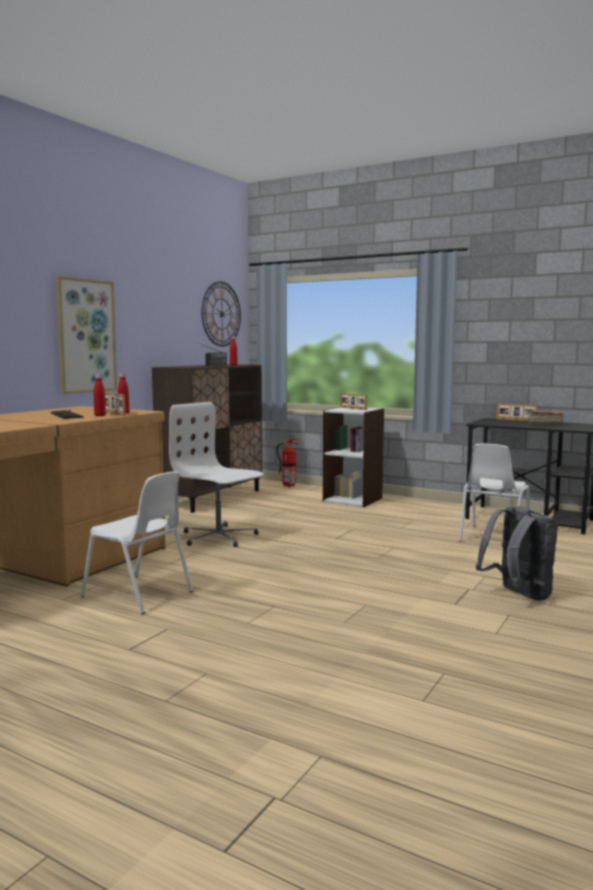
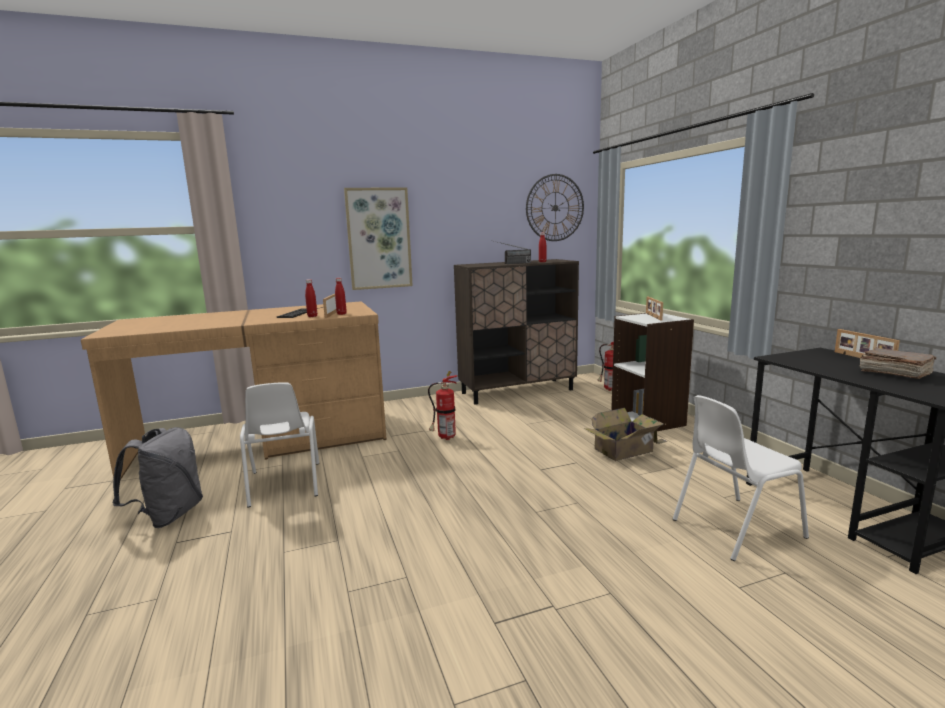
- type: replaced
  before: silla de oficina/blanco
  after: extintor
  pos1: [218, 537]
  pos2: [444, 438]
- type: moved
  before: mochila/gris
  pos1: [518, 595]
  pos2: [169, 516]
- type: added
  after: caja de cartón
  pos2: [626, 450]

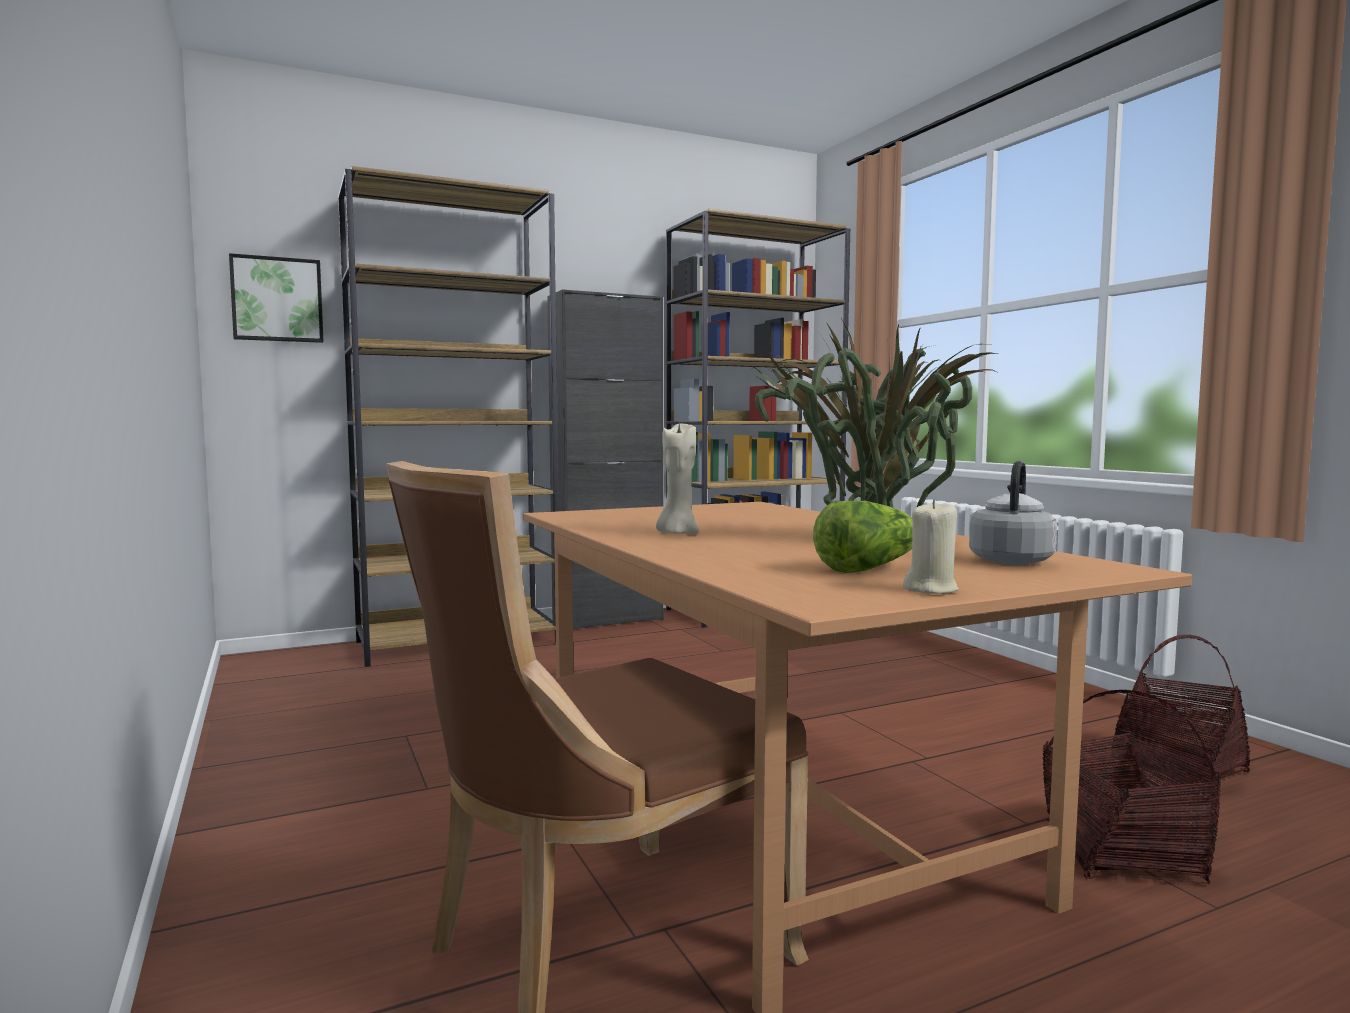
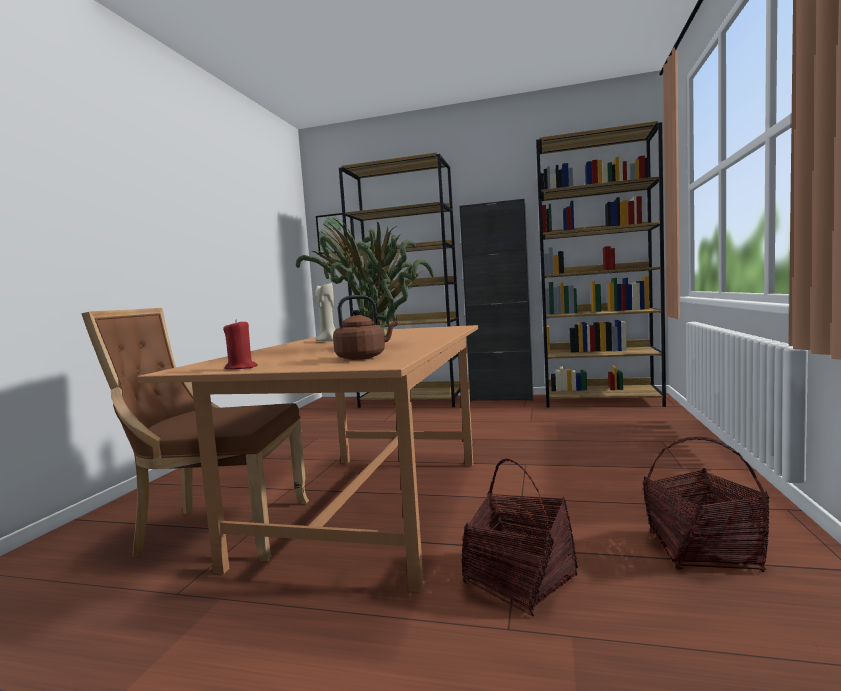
- type: recoloured
  before: hervidor/gris
  after: hervidor/marrón
  pos1: [1011, 560]
  pos2: [363, 357]
- type: recoloured
  before: vela/beis
  after: vela/rojo
  pos1: [931, 589]
  pos2: [241, 368]
- type: removed
  before: lechuga
  pos1: [868, 569]

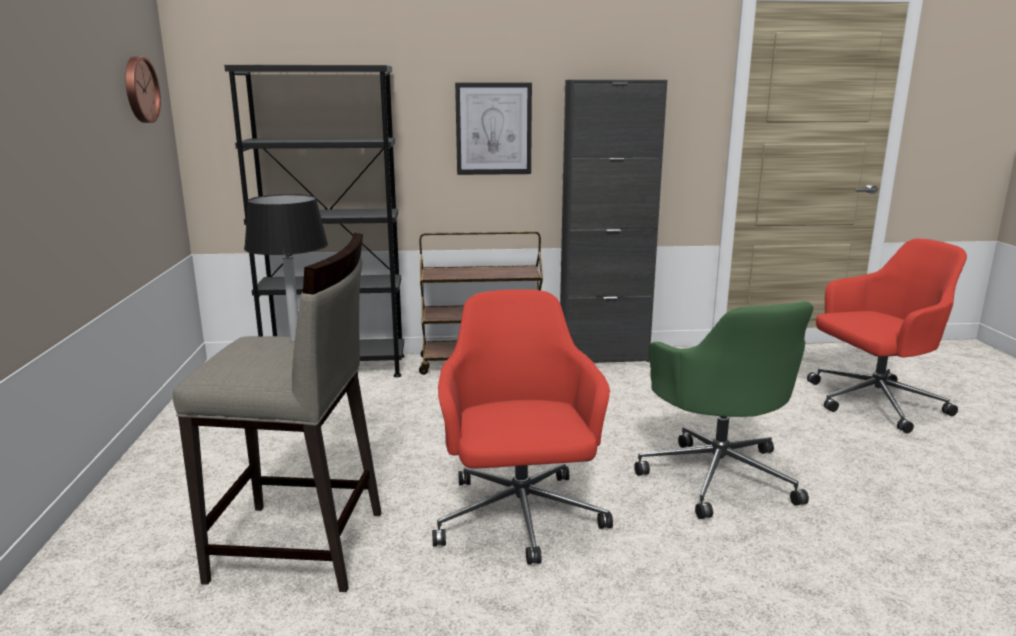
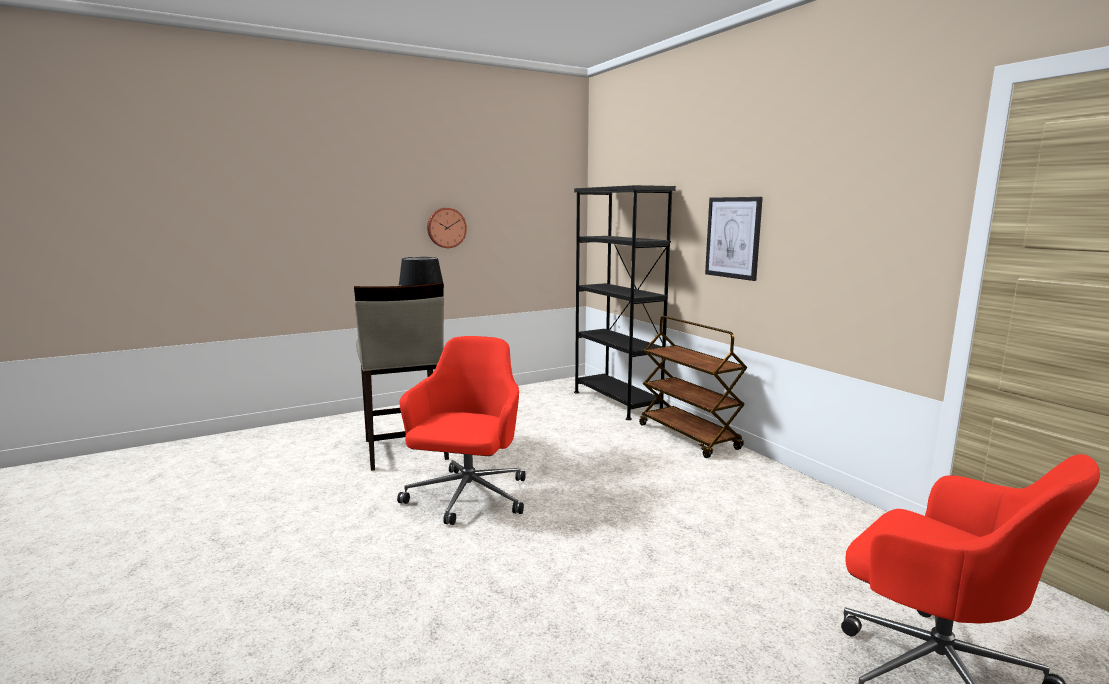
- type: moved
  before: reloj de pared
  pos1: [139, 89]
  pos2: [446, 227]
- type: removed
  before: armario/negro
  pos1: [603, 356]
- type: turned
  before: silla de oficina/rojo
  pos1: [519, 519]
  pos2: [467, 498]
  turn: -45
- type: removed
  before: silla de oficina/verde
  pos1: [717, 475]

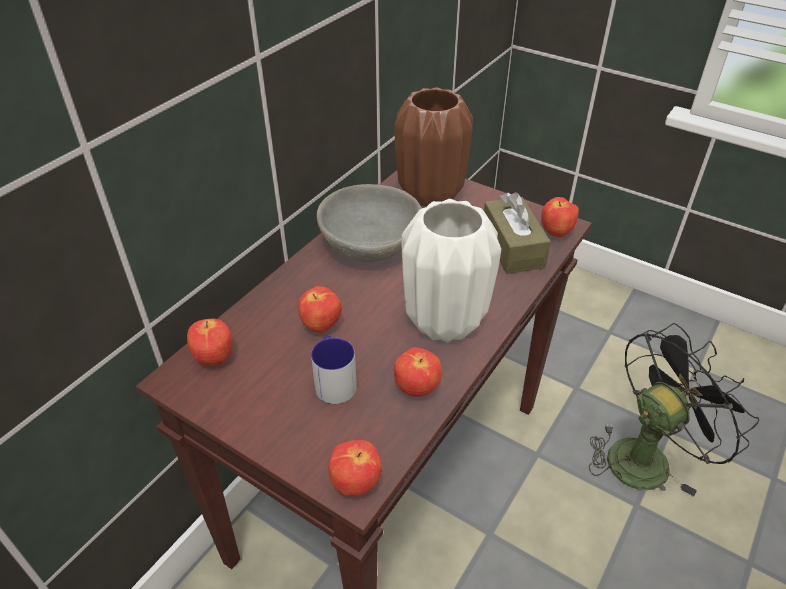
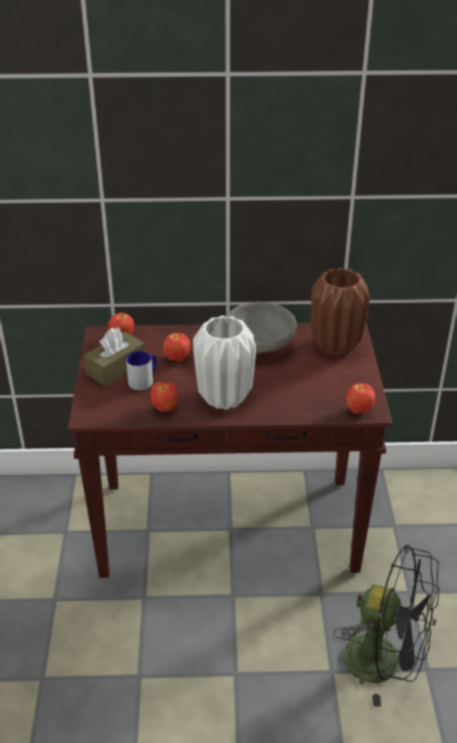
- type: moved
  before: caja de pañuelos/marrón
  pos1: [512, 247]
  pos2: [116, 368]
- type: removed
  before: manzana
  pos1: [356, 483]

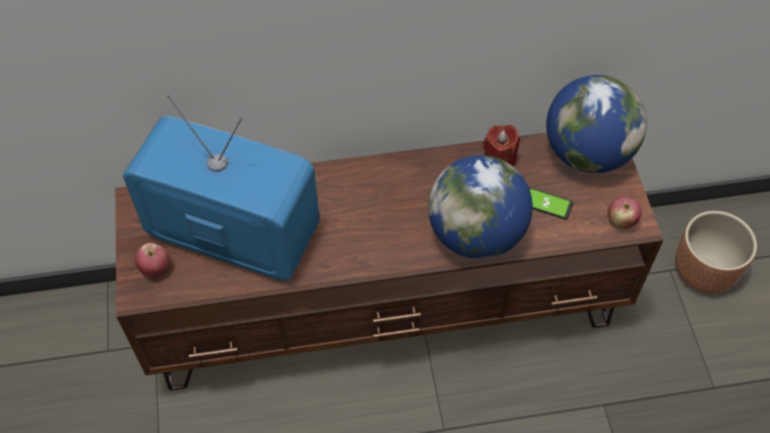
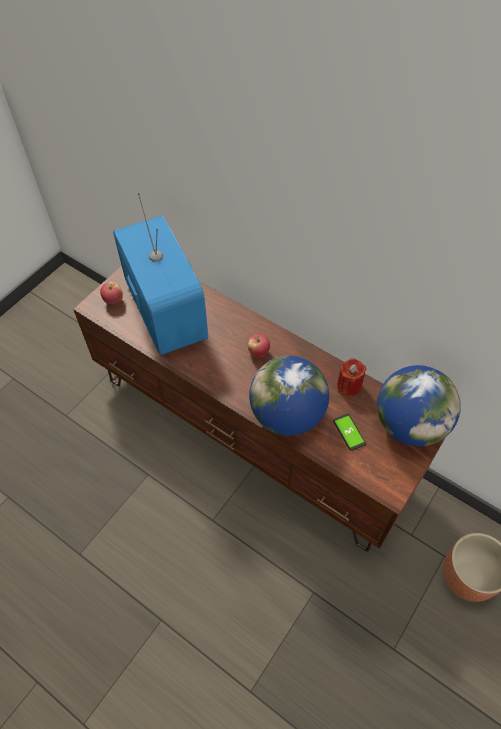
- type: moved
  before: manzana
  pos1: [620, 222]
  pos2: [258, 352]

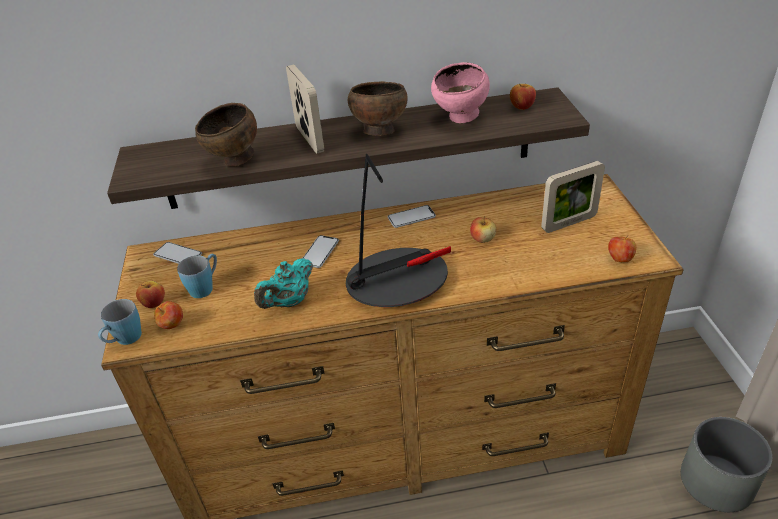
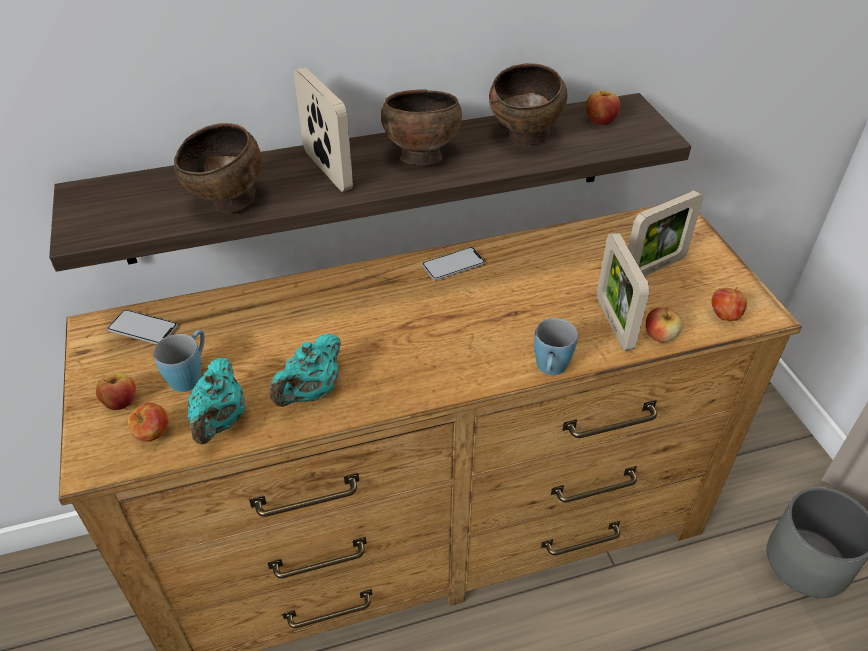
- type: recoloured
  before: cuenco/rosa
  after: cuenco/marrón
  pos1: [461, 119]
  pos2: [525, 139]
- type: removed
  before: lámpara de mesa
  pos1: [397, 280]
- type: moved
  before: manzana
  pos1: [482, 239]
  pos2: [660, 336]
- type: removed
  before: móvil
  pos1: [319, 252]
- type: moved
  before: taza grande/azul
  pos1: [125, 340]
  pos2: [550, 370]
- type: added
  after: portarretratos
  pos2: [614, 323]
- type: added
  after: tetera/turquesa
  pos2: [220, 421]

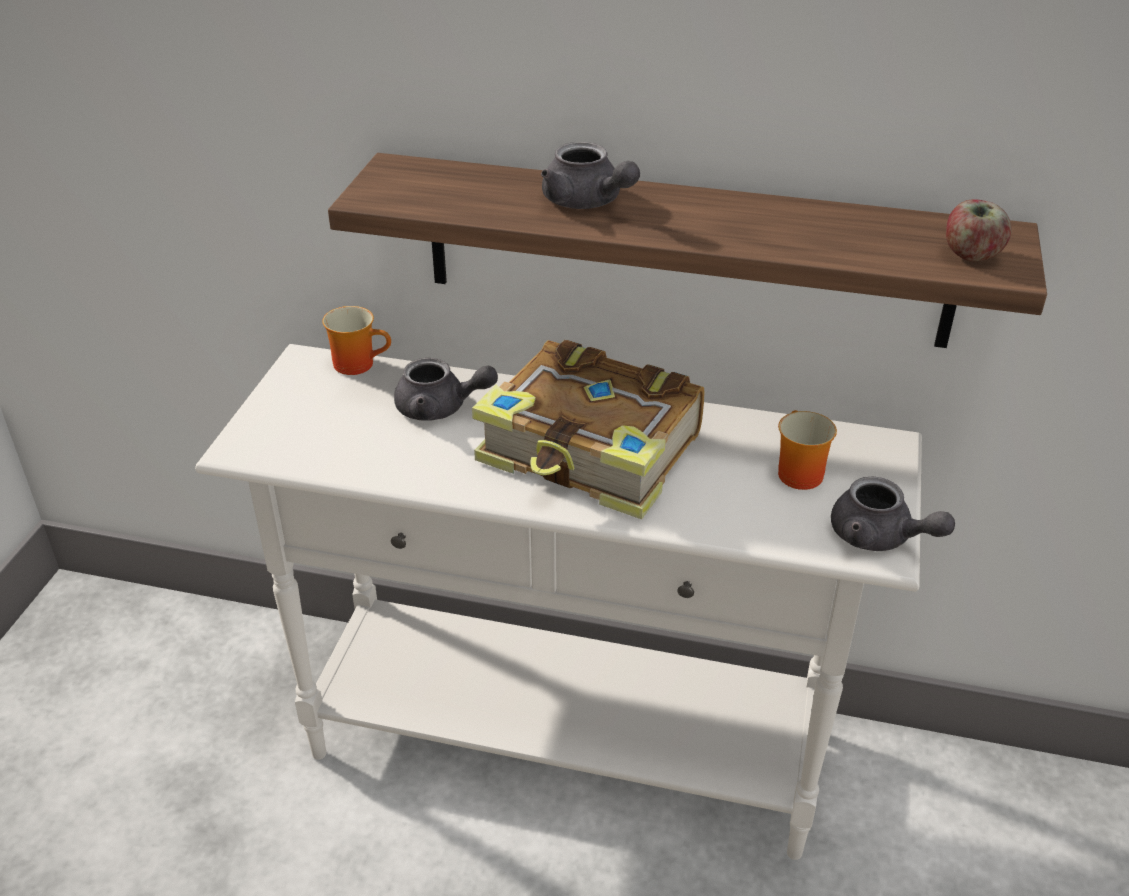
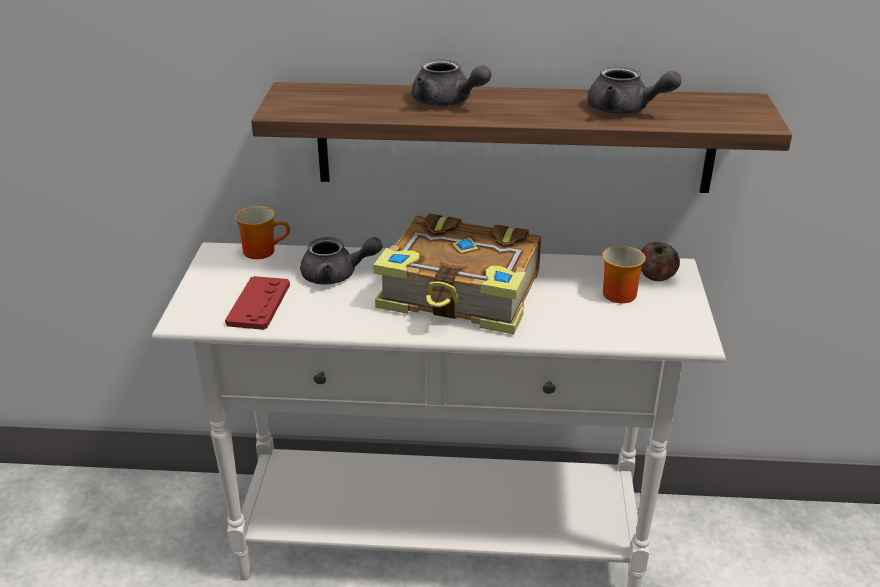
- type: moved
  before: manzana
  pos1: [971, 255]
  pos2: [656, 277]
- type: moved
  before: tetera/gris
  pos1: [879, 537]
  pos2: [625, 110]
- type: added
  after: mando de consola/rojo
  pos2: [258, 304]

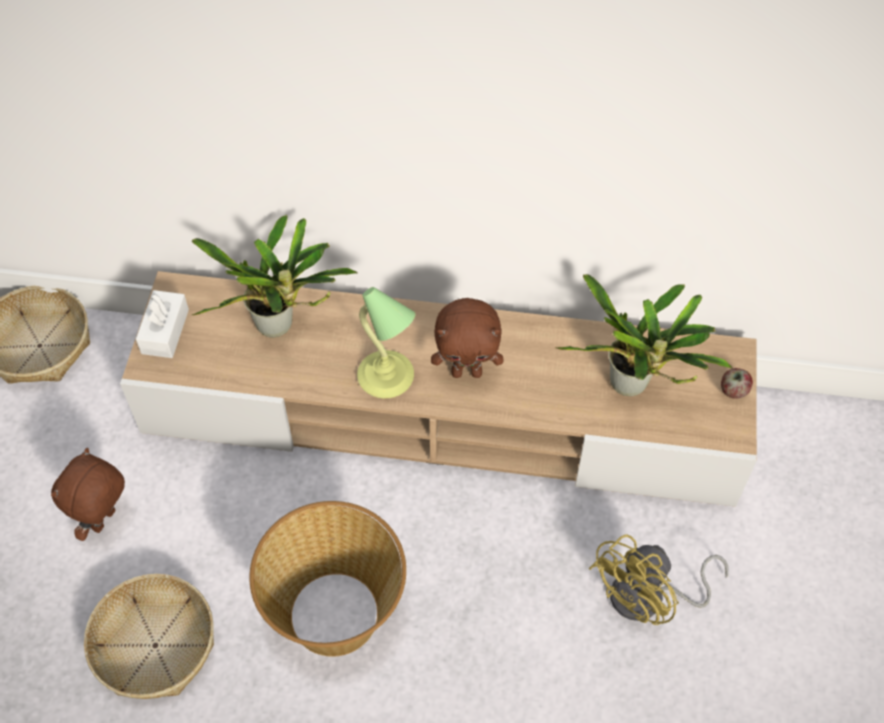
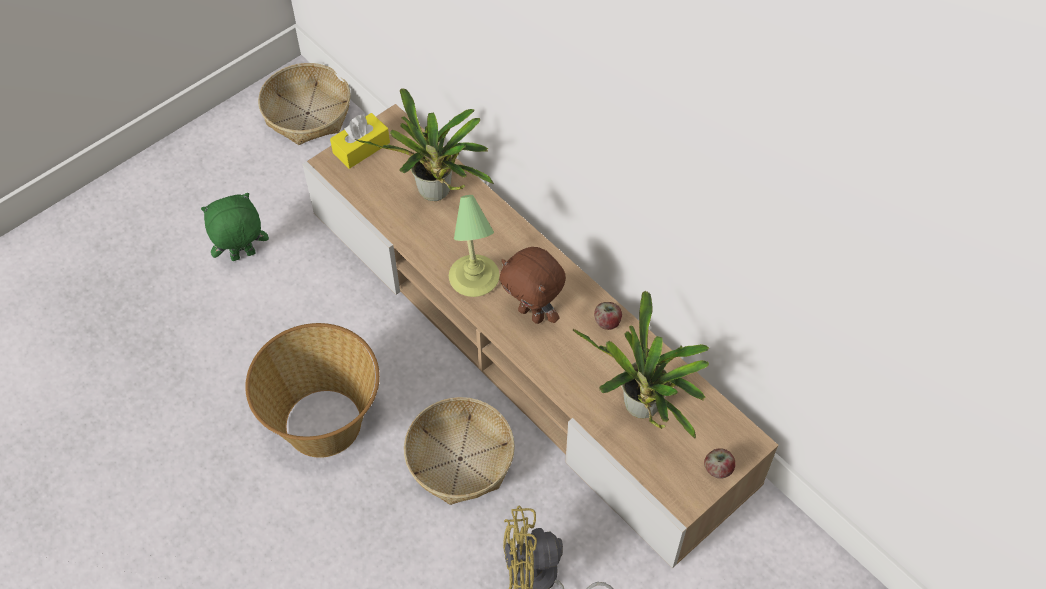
- type: recoloured
  before: caja de pañuelos/blanco
  after: caja de pañuelos/amarillo
  pos1: [165, 331]
  pos2: [361, 148]
- type: recoloured
  before: peluche/marrón
  after: peluche/verde
  pos1: [105, 521]
  pos2: [243, 256]
- type: moved
  before: cesta
  pos1: [155, 645]
  pos2: [460, 458]
- type: added
  after: manzana
  pos2: [607, 322]

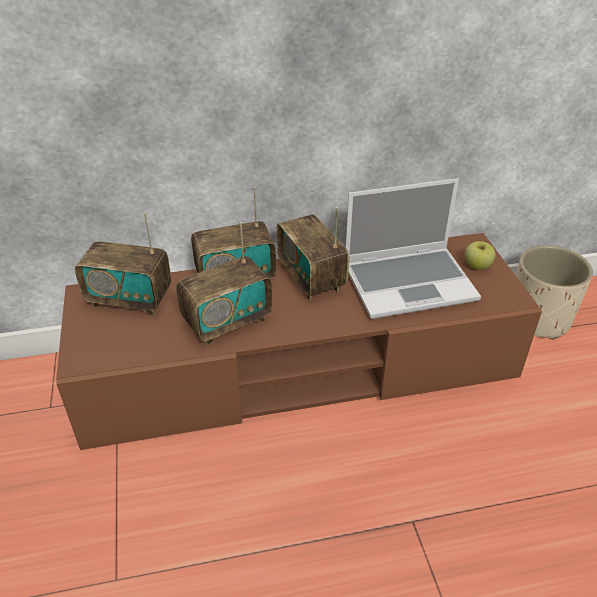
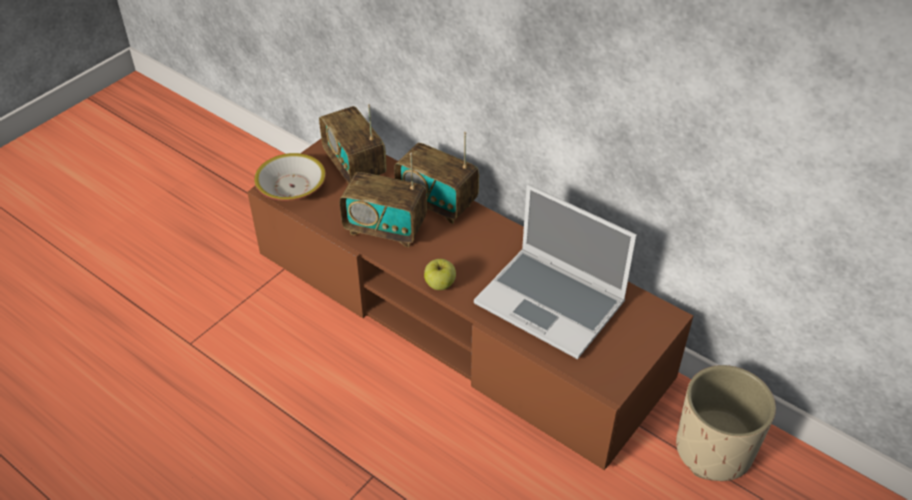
- type: removed
  before: radio
  pos1: [311, 278]
- type: moved
  before: manzana
  pos1: [477, 266]
  pos2: [440, 284]
- type: added
  after: cuenco
  pos2: [292, 187]

